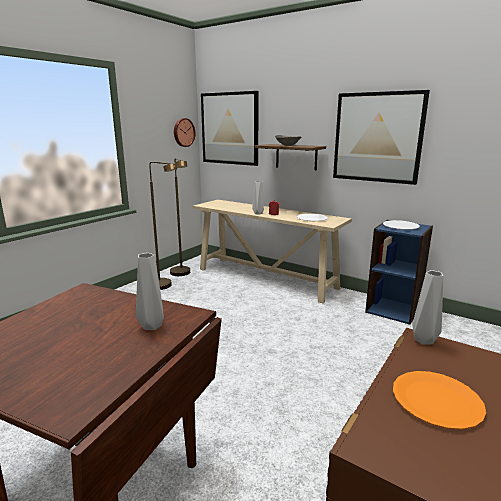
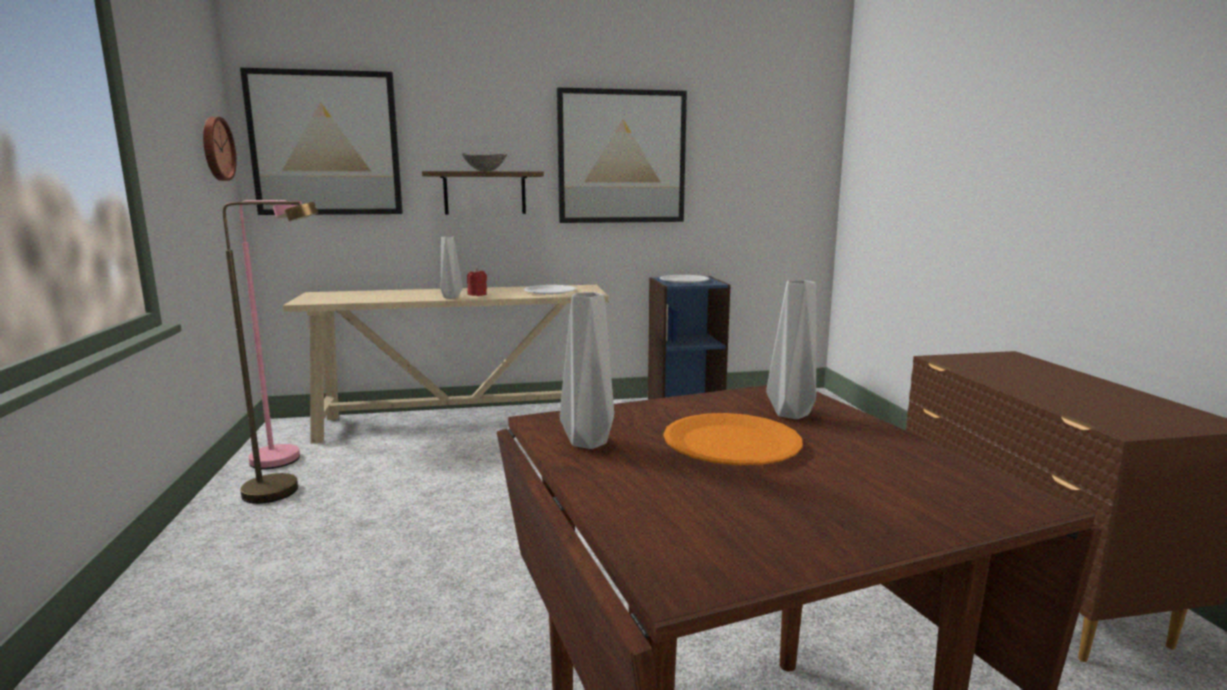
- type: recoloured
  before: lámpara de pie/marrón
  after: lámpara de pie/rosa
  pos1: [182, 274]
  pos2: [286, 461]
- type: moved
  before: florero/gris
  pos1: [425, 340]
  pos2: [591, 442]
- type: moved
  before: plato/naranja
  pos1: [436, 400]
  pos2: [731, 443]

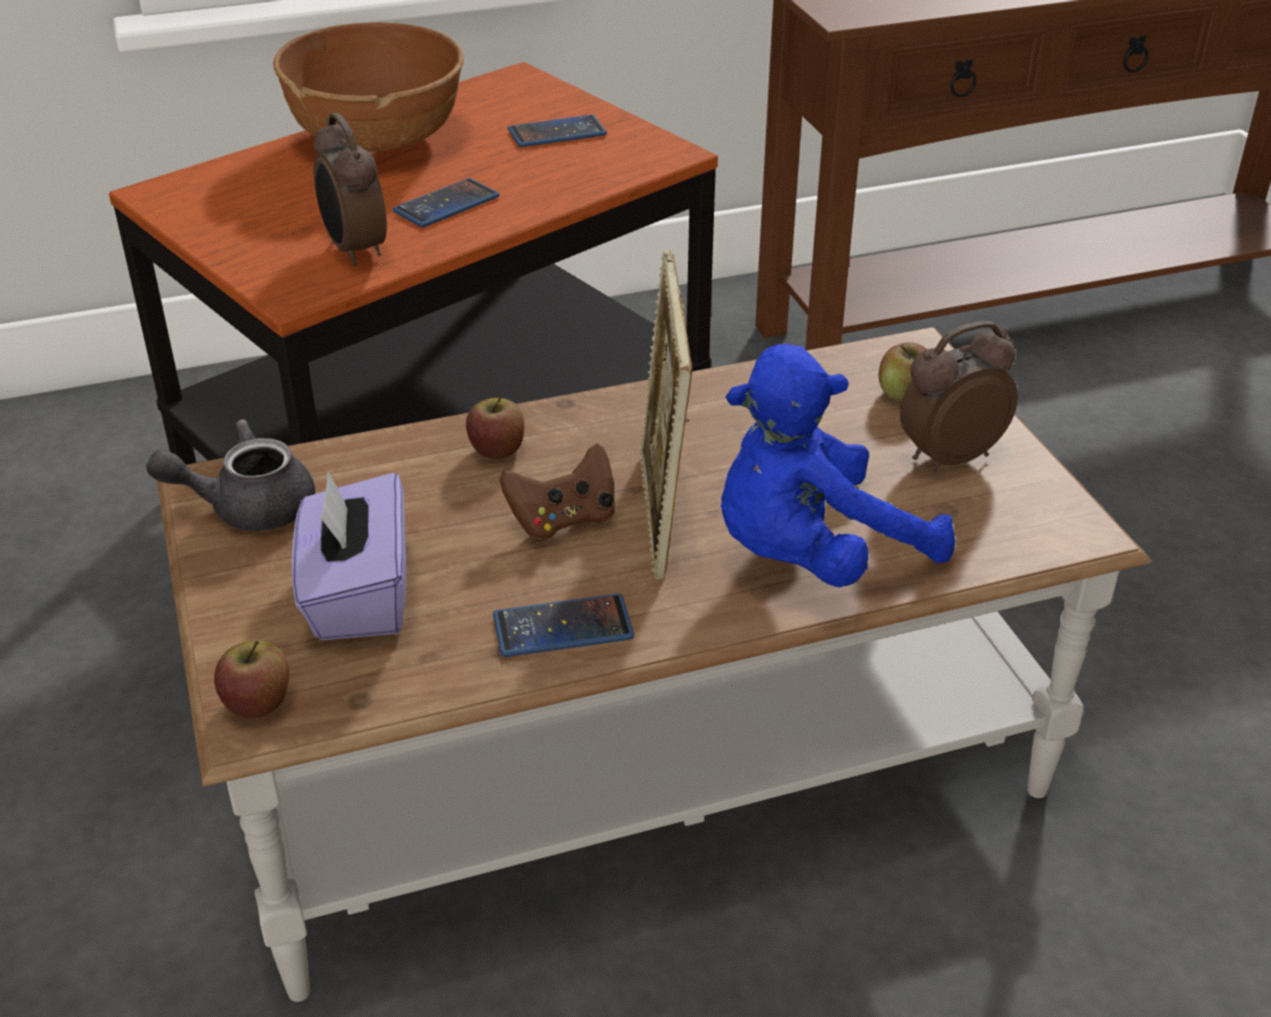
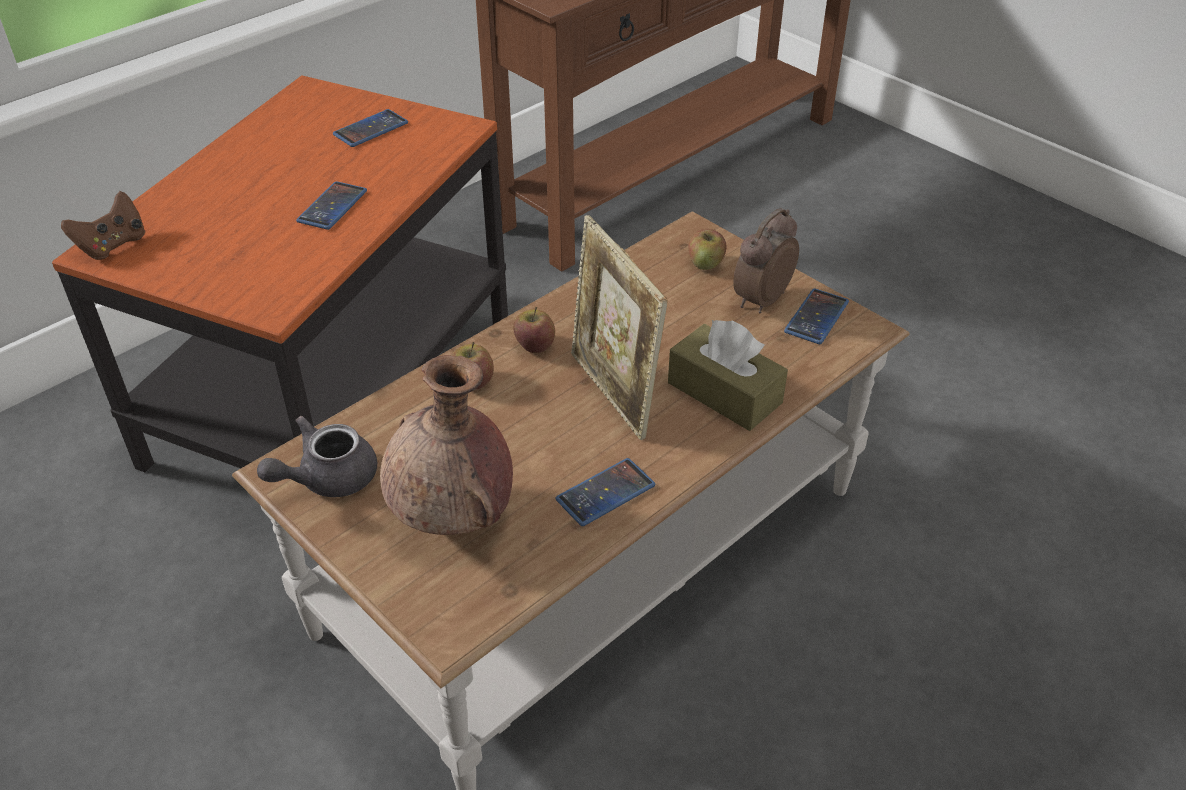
- type: removed
  before: cuenco/marrón
  pos1: [378, 138]
- type: removed
  before: despertador
  pos1: [354, 250]
- type: replaced
  before: peluche/azul
  after: caja de pañuelos/marrón
  pos1: [812, 556]
  pos2: [724, 393]
- type: moved
  before: mando de consola/marrón
  pos1: [563, 520]
  pos2: [113, 245]
- type: replaced
  before: caja de pañuelos/morado
  after: florero/marrón
  pos1: [357, 595]
  pos2: [454, 517]
- type: moved
  before: manzana
  pos1: [257, 702]
  pos2: [534, 345]
- type: added
  after: móvil
  pos2: [816, 317]

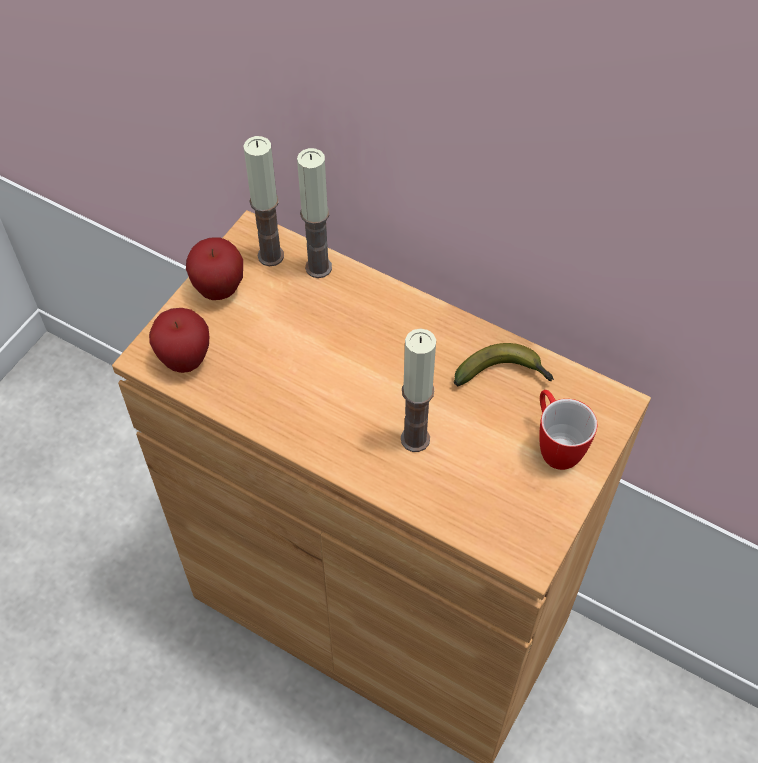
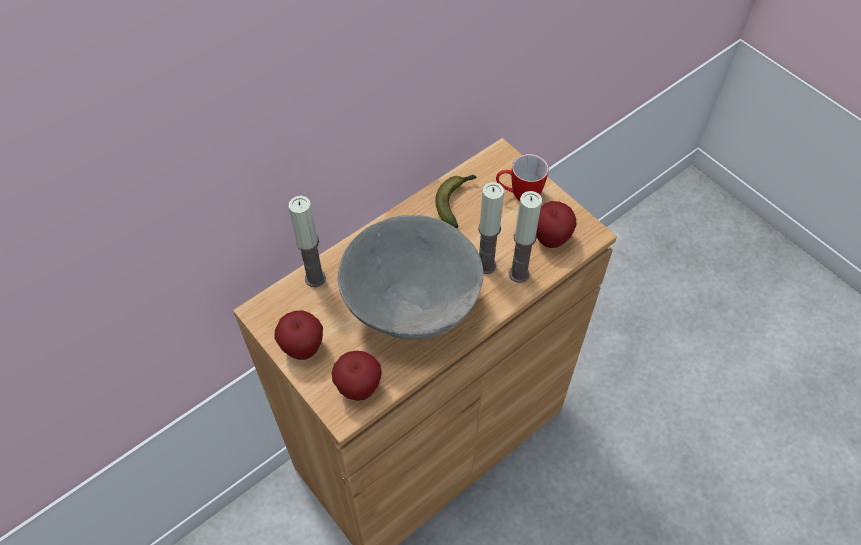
- type: moved
  before: vela
  pos1: [270, 256]
  pos2: [519, 274]
- type: added
  after: manzana
  pos2: [551, 239]
- type: added
  after: cuenco/gris
  pos2: [411, 308]

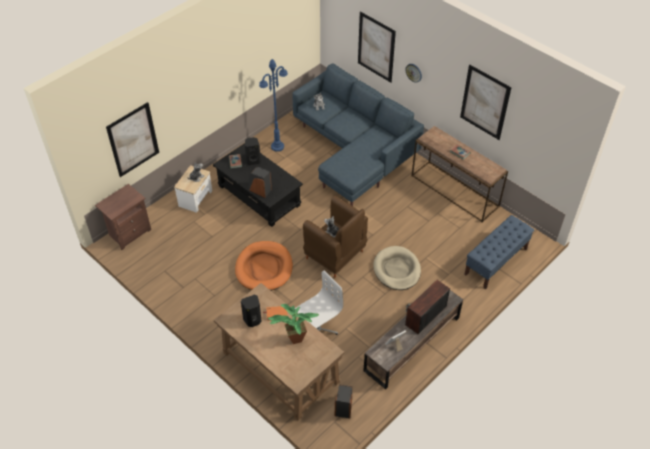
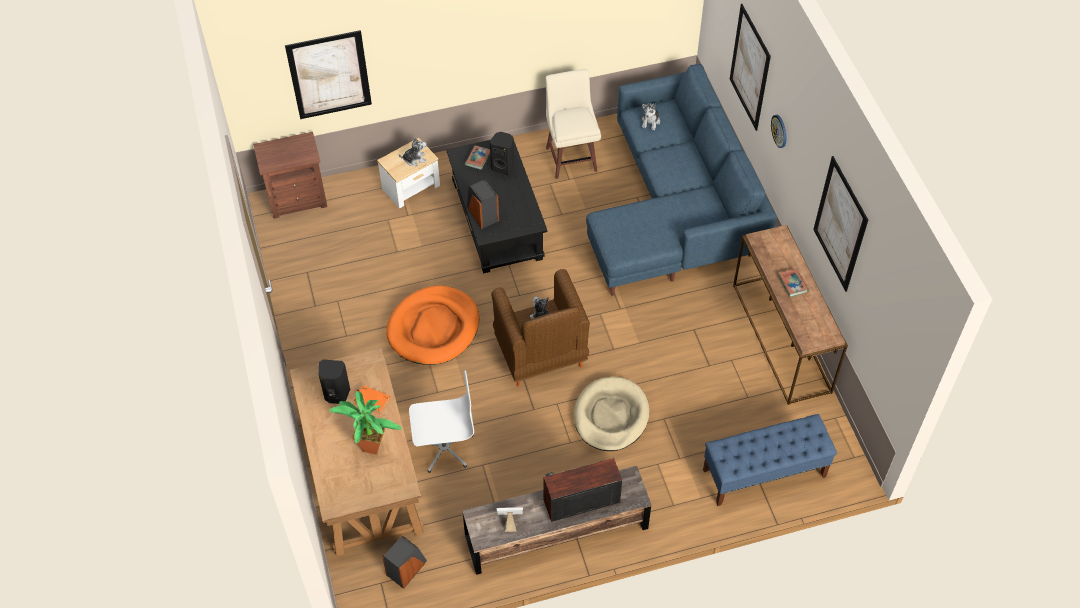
- type: replaced
  before: lámpara de pie/azul
  after: taburete/beis
  pos1: [277, 146]
  pos2: [571, 158]

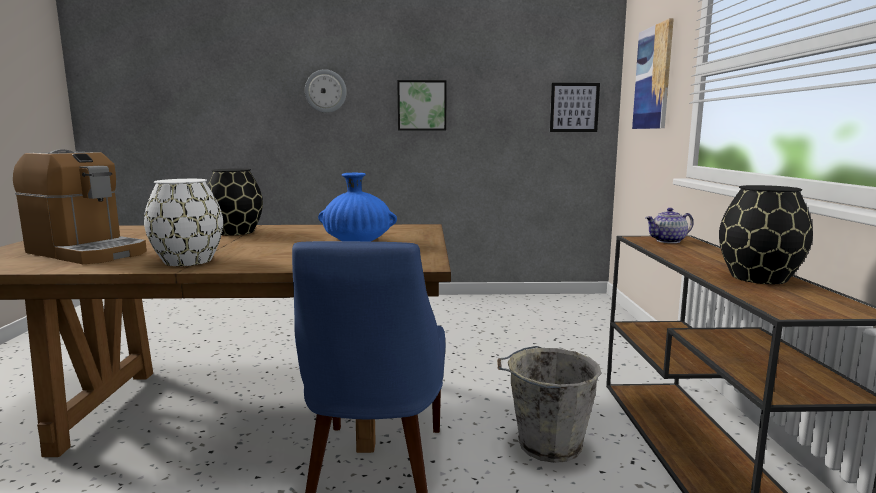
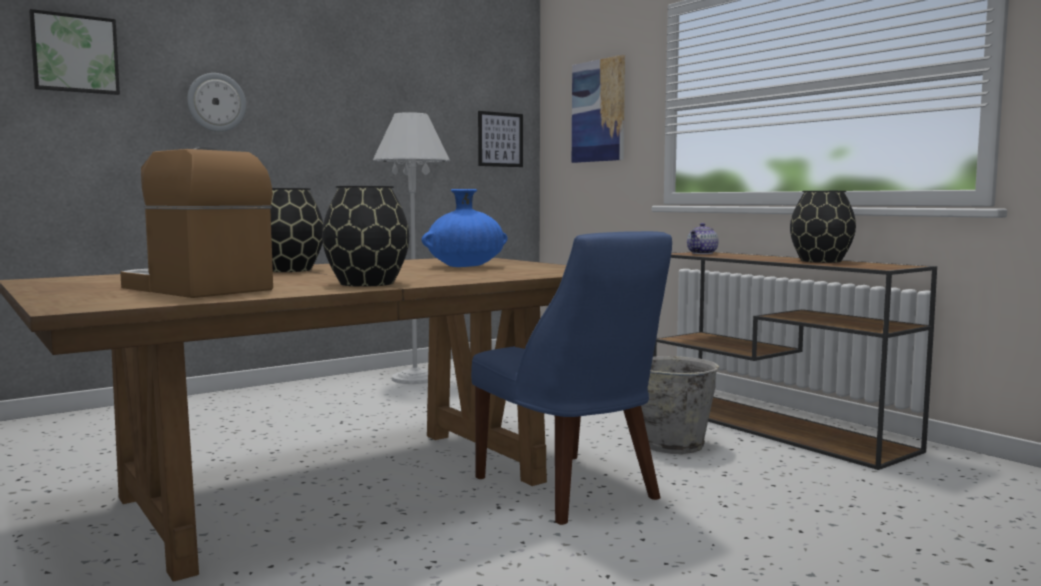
- type: moved
  before: cuadro
  pos1: [422, 105]
  pos2: [75, 54]
- type: turned
  before: cafetera
  pos1: [87, 252]
  pos2: [195, 289]
  turn: -135
- type: recoloured
  before: florero/blanco
  after: florero/negro
  pos1: [189, 261]
  pos2: [368, 283]
- type: added
  after: lámpara de pie/blanco
  pos2: [415, 378]

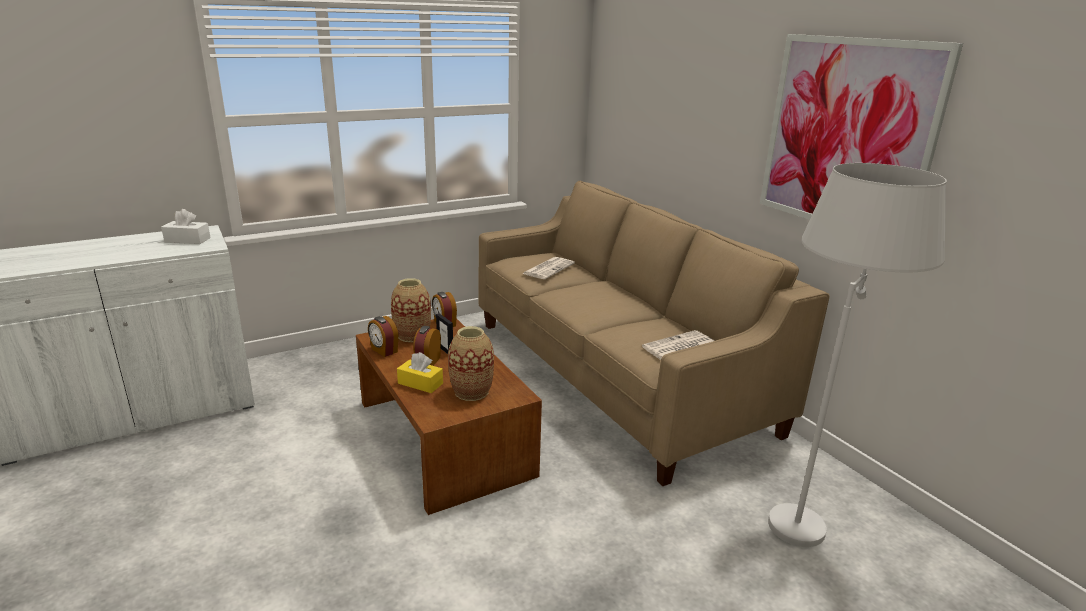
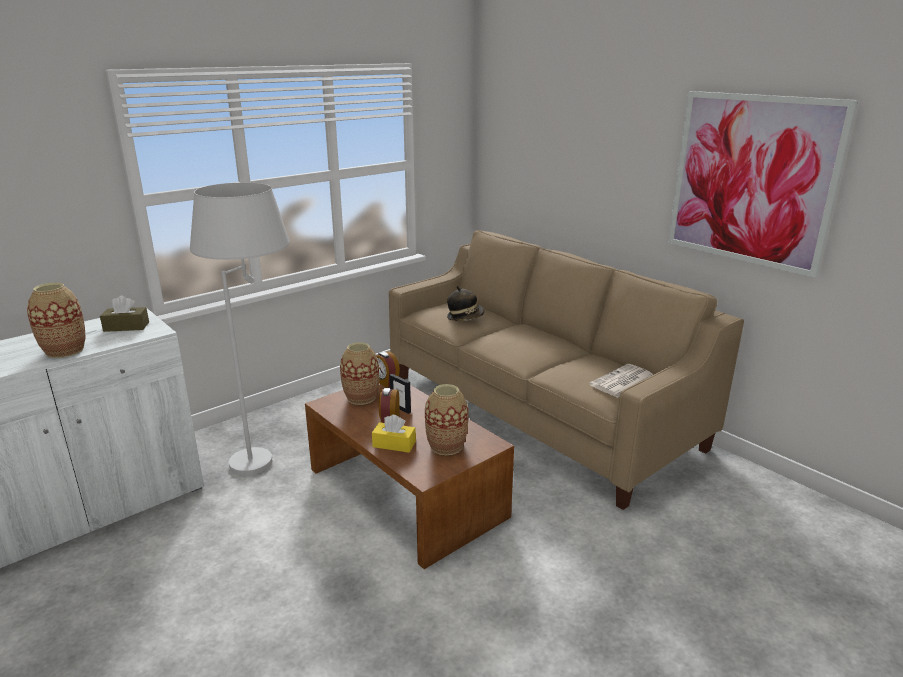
- type: moved
  before: lámpara de pie/blanco
  pos1: [807, 511]
  pos2: [267, 451]
- type: recoloured
  before: caja de pañuelos/blanco
  after: caja de pañuelos/marrón
  pos1: [187, 240]
  pos2: [126, 327]
- type: replaced
  before: periódico
  after: sombrero
  pos1: [548, 268]
  pos2: [465, 317]
- type: removed
  before: despertador
  pos1: [384, 350]
- type: added
  after: florero
  pos2: [64, 350]

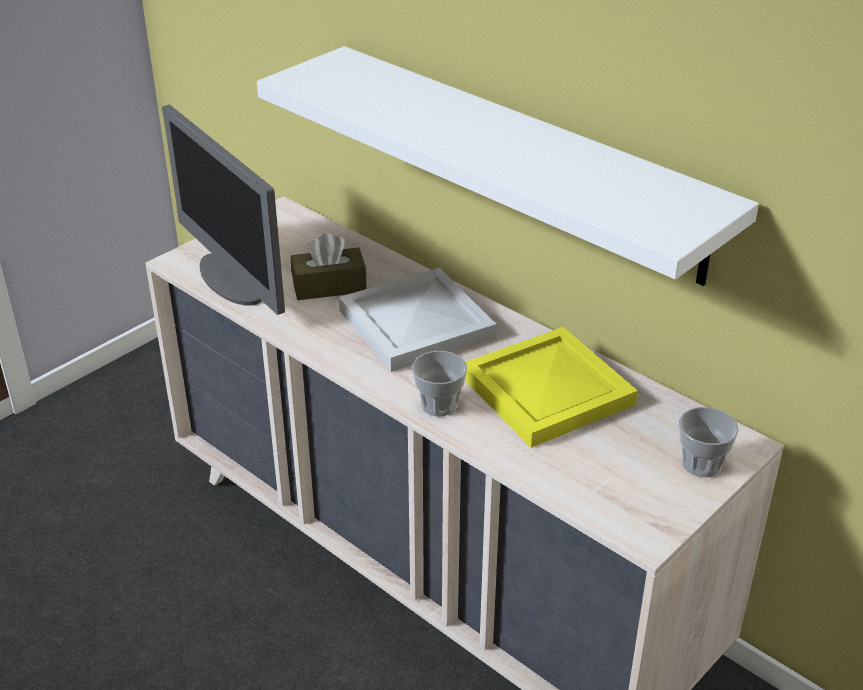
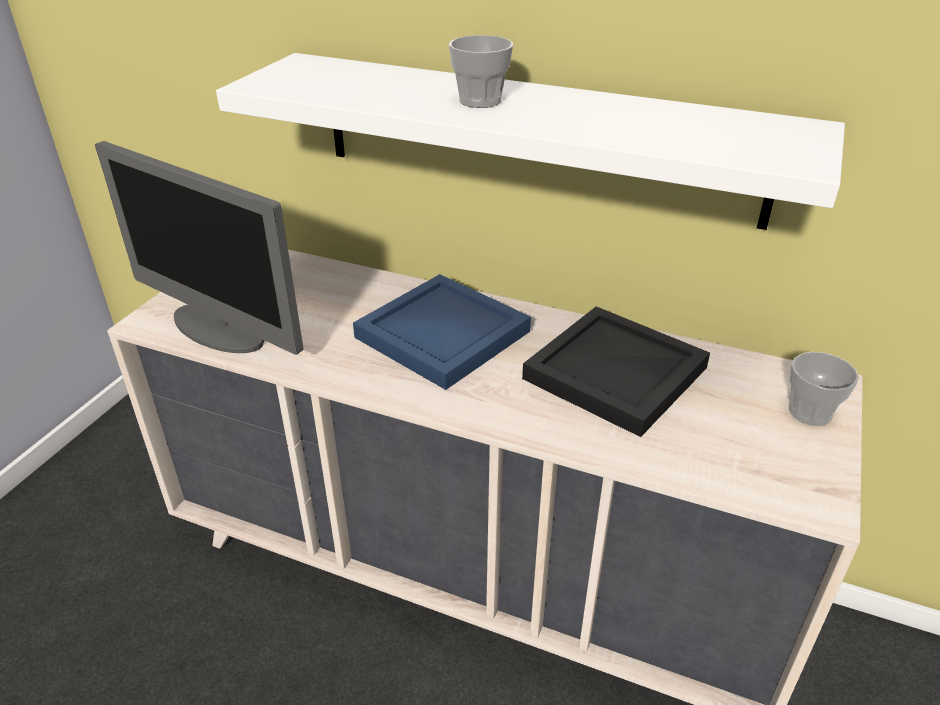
- type: removed
  before: caja de pañuelos/marrón
  pos1: [329, 286]
- type: recoloured
  before: bandeja/blanco
  after: bandeja/azul
  pos1: [413, 323]
  pos2: [439, 334]
- type: recoloured
  before: bandeja/amarillo
  after: bandeja/negro
  pos1: [546, 392]
  pos2: [616, 375]
- type: moved
  before: taza
  pos1: [439, 405]
  pos2: [480, 101]

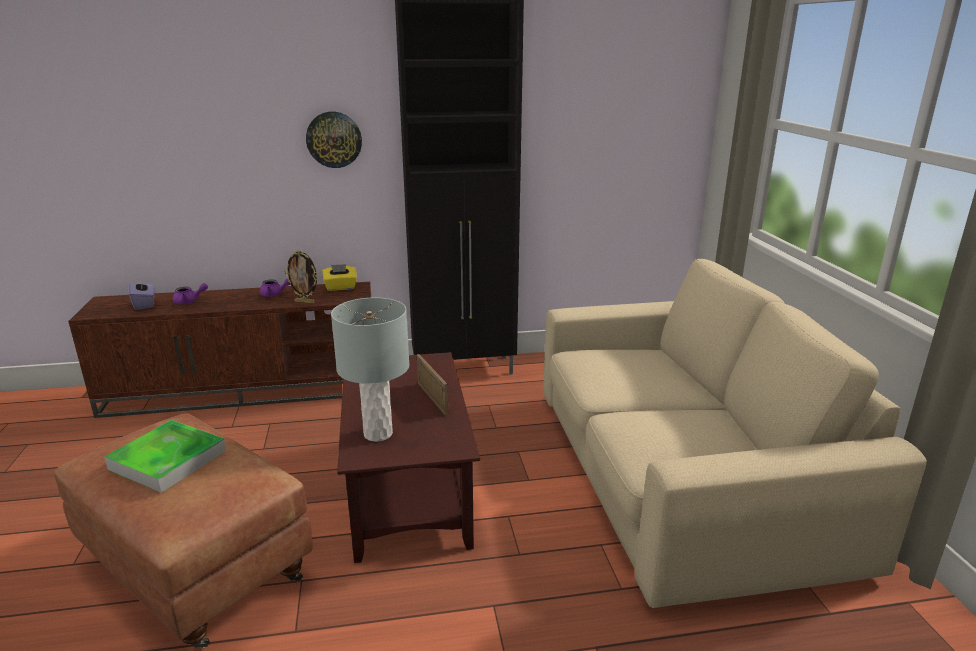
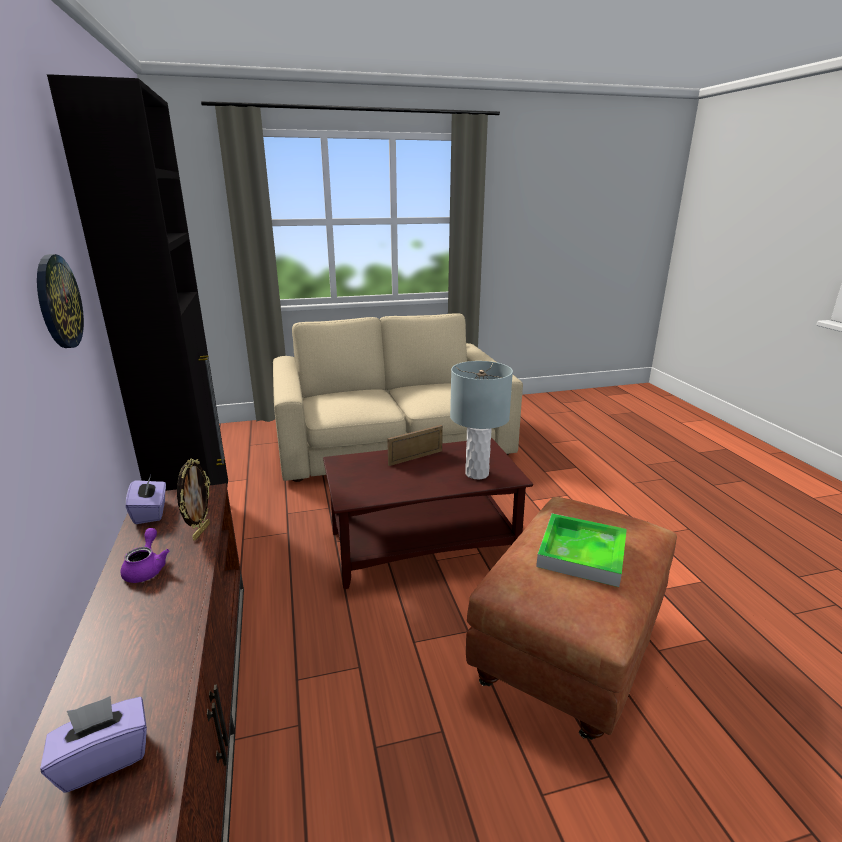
- type: recoloured
  before: caja de pañuelos/amarillo
  after: caja de pañuelos/morado
  pos1: [340, 287]
  pos2: [151, 512]
- type: removed
  before: tetera/morado
  pos1: [189, 301]

